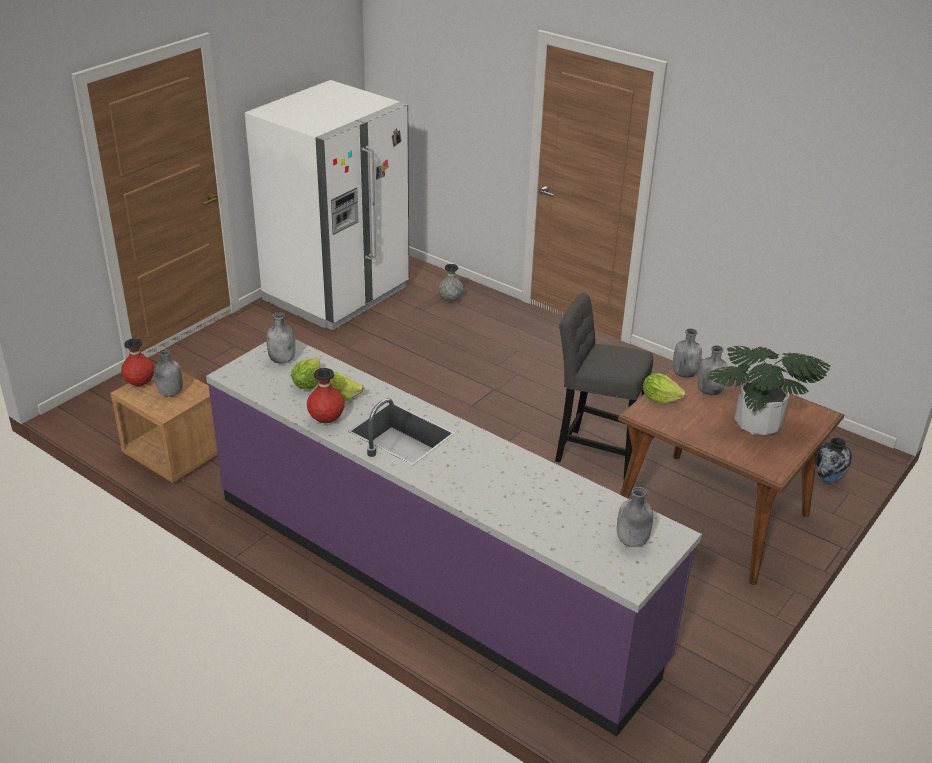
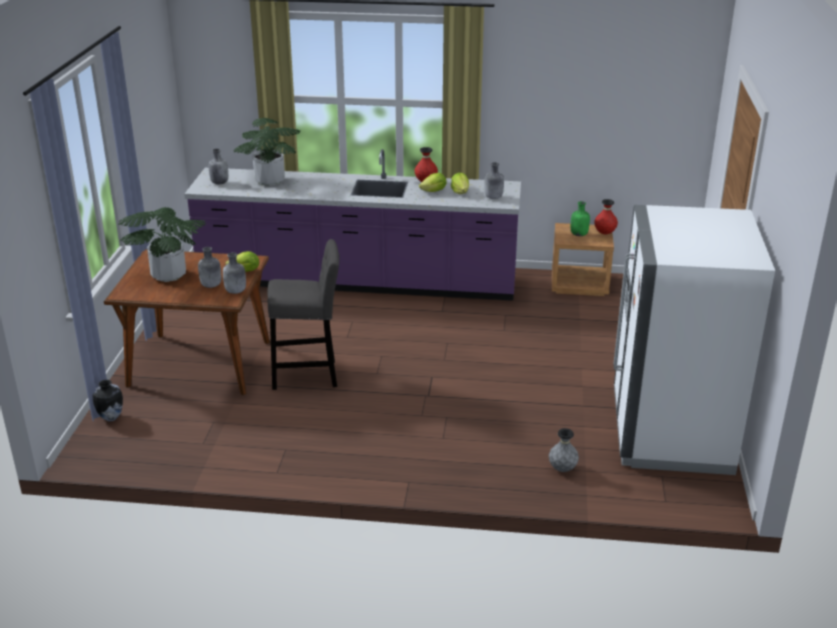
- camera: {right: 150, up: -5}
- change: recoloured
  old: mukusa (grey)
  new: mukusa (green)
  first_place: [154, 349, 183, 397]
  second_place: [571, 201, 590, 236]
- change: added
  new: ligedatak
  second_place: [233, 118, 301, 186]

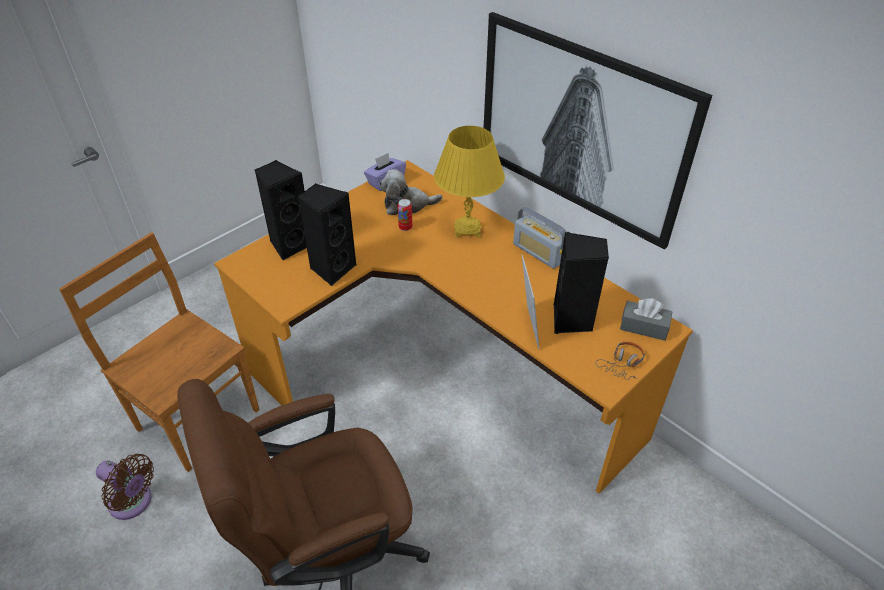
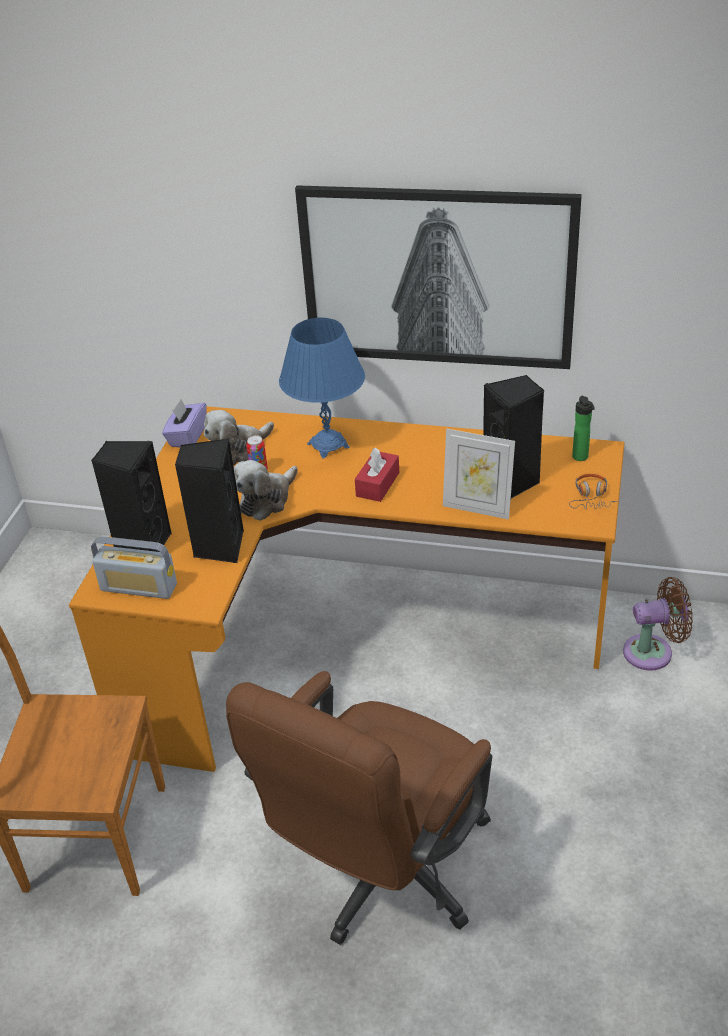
- camera: {right: -30, up: -5}
- change: moved
  old: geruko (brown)
  first_place: [96, 454, 154, 520]
  second_place: [623, 577, 693, 671]
- change: recoloured
  old: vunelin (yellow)
  new: vunelin (blue)
  first_place: [434, 126, 505, 237]
  second_place: [279, 318, 365, 458]
- change: moved
  old: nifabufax
  first_place: [513, 207, 566, 269]
  second_place: [91, 536, 177, 599]
- change: turned
  old: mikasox
  first_place: [522, 255, 539, 350]
  second_place: [443, 428, 515, 520]
  degrees: 150
- change: replaced
  old: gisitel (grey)
  new: mukusa
  first_place: [620, 298, 673, 341]
  second_place: [572, 396, 595, 461]
- change: added
  new: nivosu
  second_place: [234, 460, 298, 521]
- change: added
  new: gisitel (red)
  second_place: [355, 448, 399, 502]

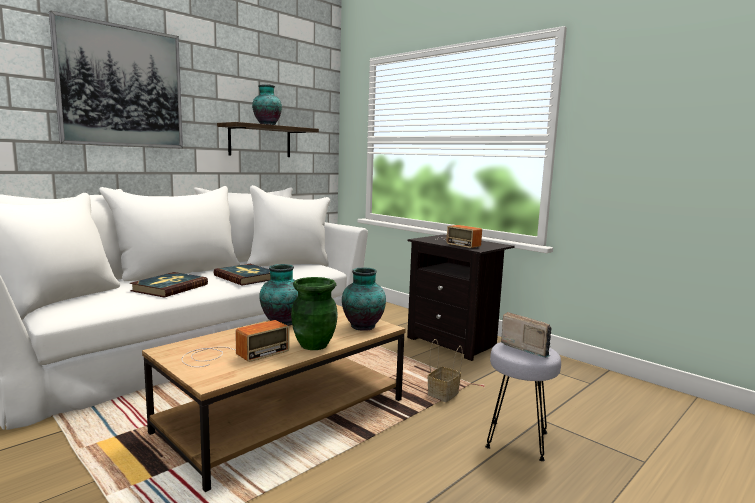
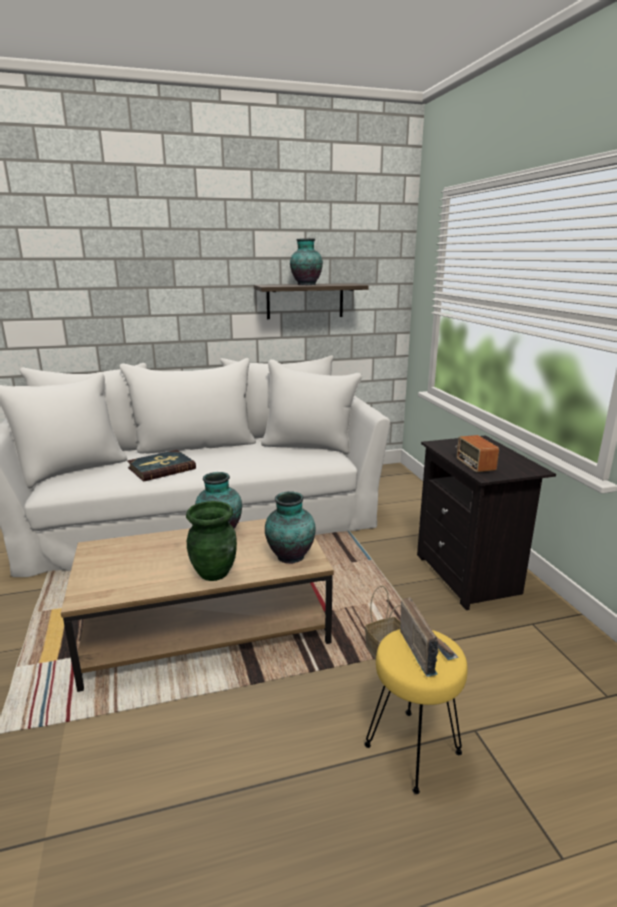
- camera: {right: 30, up: 10}
- change: removed
  old: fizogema
  first_place: [49, 10, 183, 148]
- change: removed
  old: nifabufax
  first_place: [182, 320, 289, 367]
- change: removed
  old: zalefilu
  first_place: [213, 264, 271, 286]
- change: recoloured
  old: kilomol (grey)
  new: kilomol (yellow)
  first_place: [485, 342, 561, 461]
  second_place: [364, 629, 468, 794]

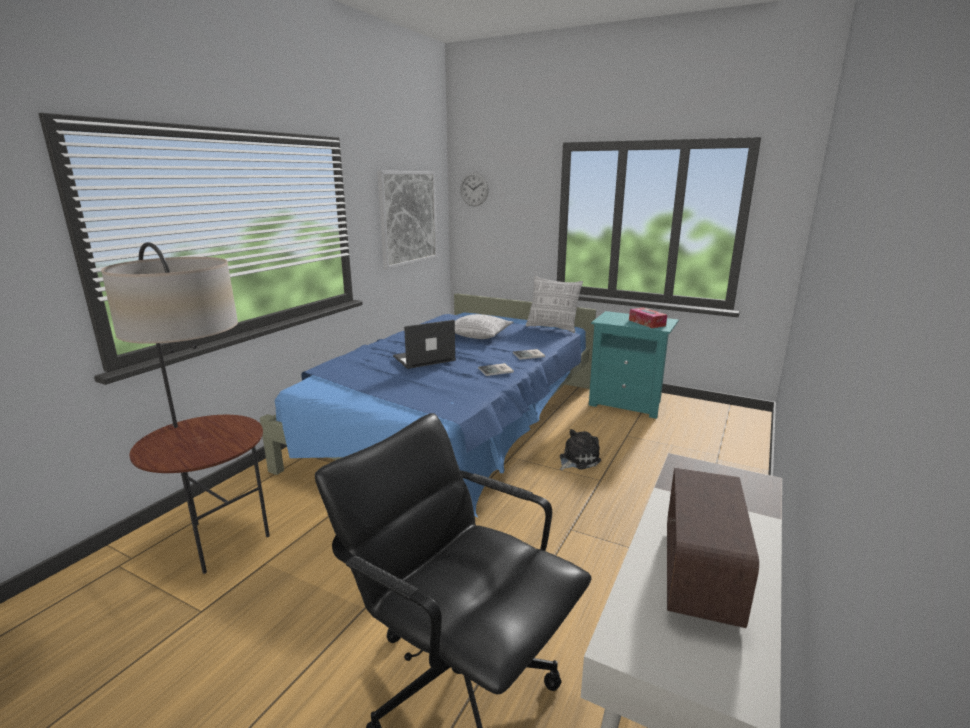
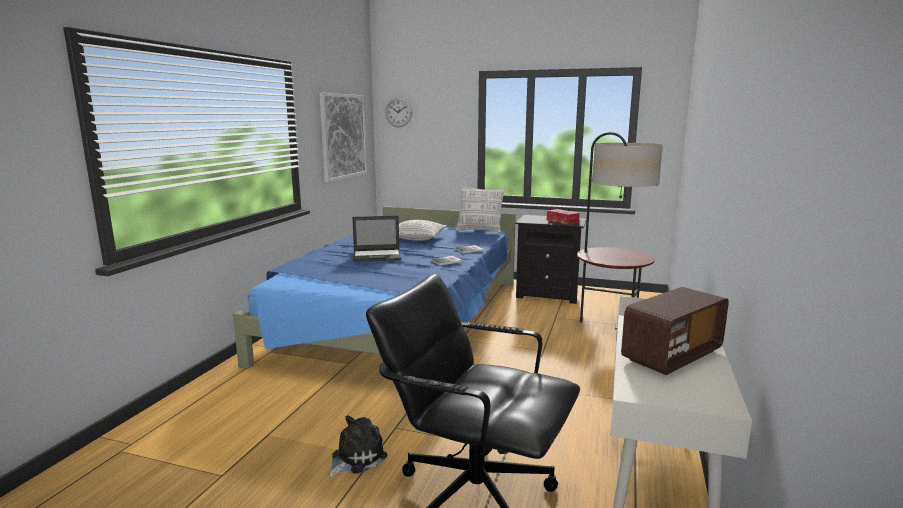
- camera: {right: -10, up: -5}
- change: moved
  old: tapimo
  first_place: [101, 242, 270, 574]
  second_place: [577, 132, 663, 323]
- change: turned
  old: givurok
  first_place: [393, 320, 456, 369]
  second_place: [352, 216, 401, 262]
  degrees: -150
- change: moved
  old: nivosu
  first_place: [560, 429, 601, 470]
  second_place: [327, 415, 387, 478]
- change: recoloured
  old: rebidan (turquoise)
  new: rebidan (black)
  first_place: [589, 311, 679, 419]
  second_place: [516, 215, 587, 304]
- change: turned
  old: nifabufax
  first_place: [667, 468, 759, 628]
  second_place: [621, 287, 729, 375]
  degrees: -135

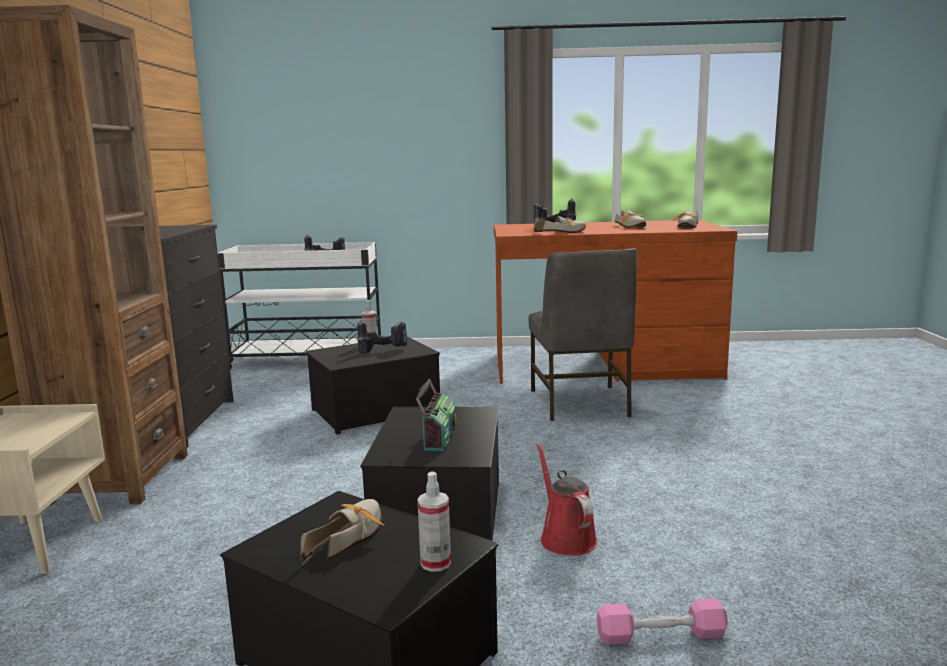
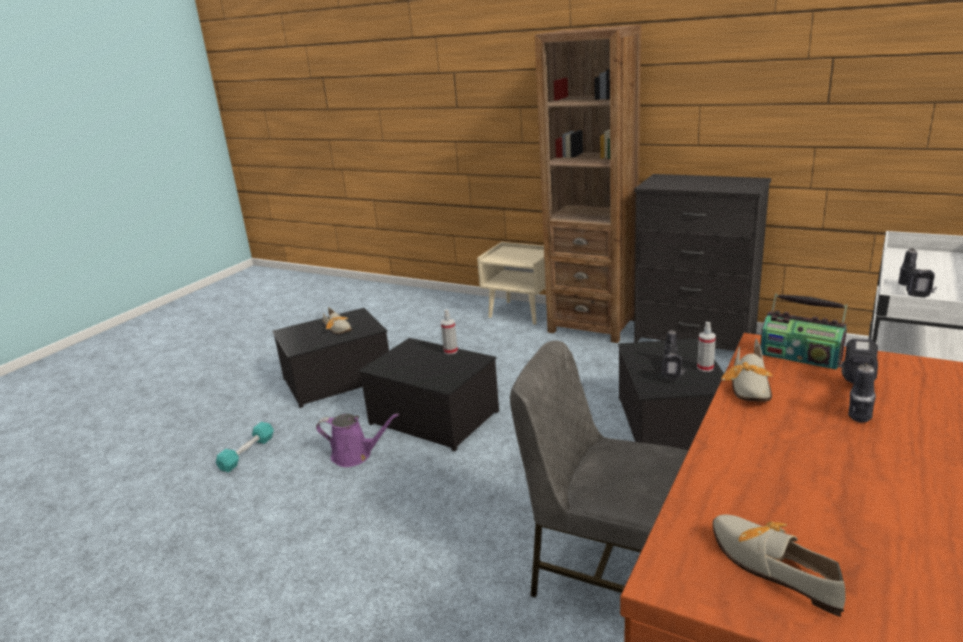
- camera: {right: 120, up: 10}
- change: moved
  old: nifabufax
  first_place: [416, 379, 456, 451]
  second_place: [760, 294, 848, 370]
- change: moved
  old: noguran
  first_place: [418, 472, 451, 572]
  second_place: [441, 310, 458, 355]
- change: recoloured
  old: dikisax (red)
  new: dikisax (purple)
  first_place: [536, 443, 597, 556]
  second_place: [316, 413, 399, 467]
- change: recoloured
  old: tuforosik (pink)
  new: tuforosik (turquoise)
  first_place: [597, 598, 728, 645]
  second_place: [216, 422, 274, 472]
- change: removed
  old: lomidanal
  first_place: [614, 210, 646, 228]

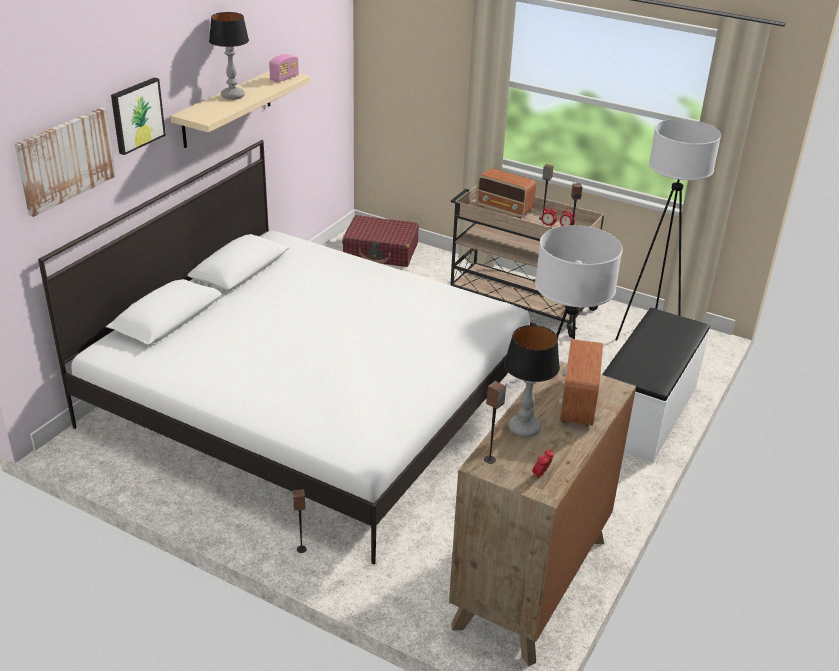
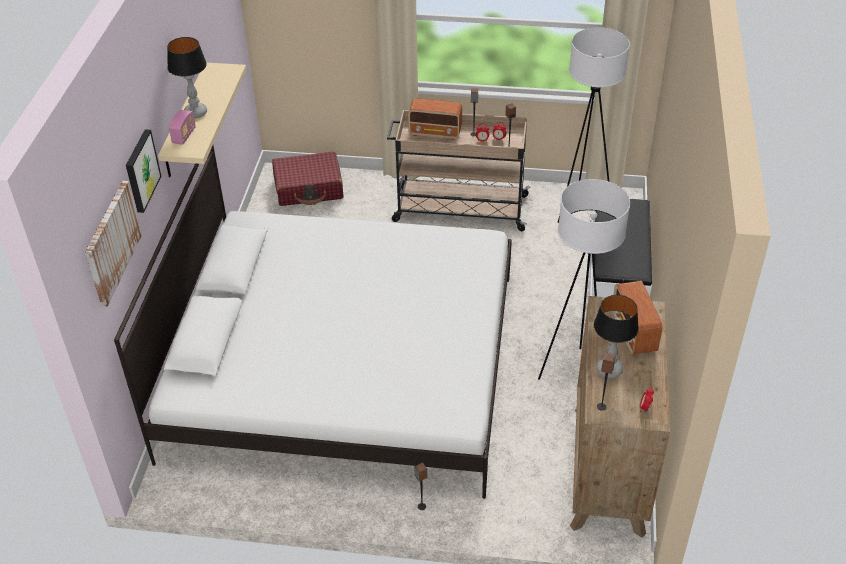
- camera: {right: -20, up: 10}
- change: moved
  old: nifabufax
  first_place: [269, 54, 299, 82]
  second_place: [169, 110, 196, 145]

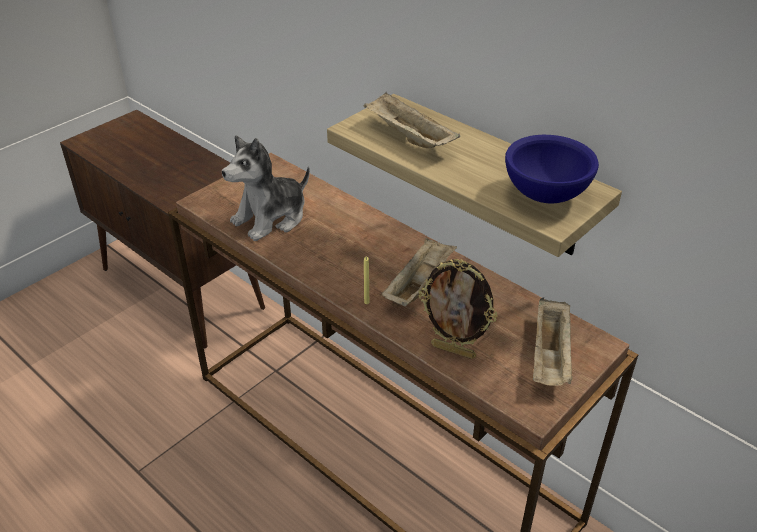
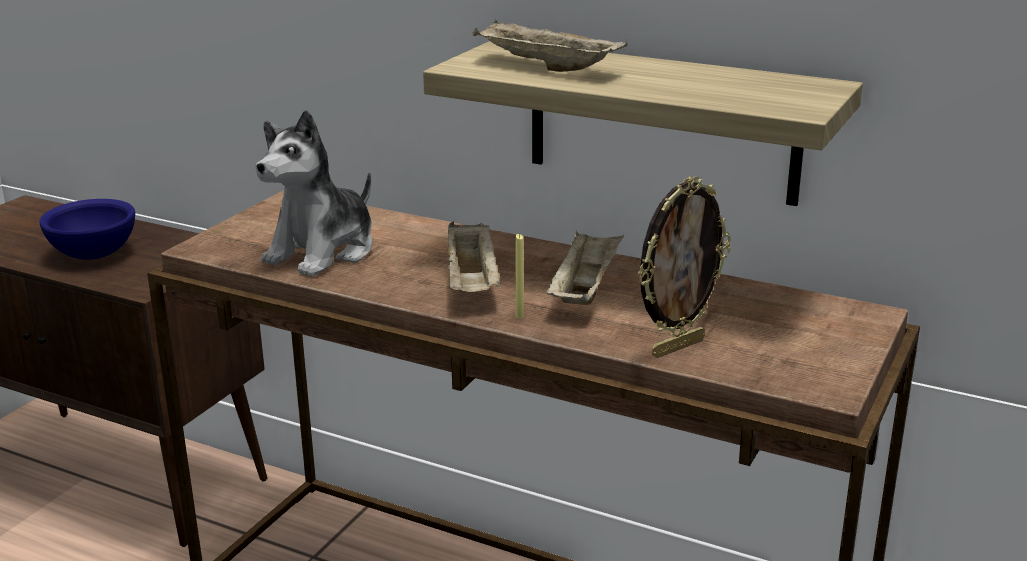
- camera: {right: -15, up: -15}
- change: turned
  old: mikasox
  first_place: [418, 259, 497, 359]
  second_place: [638, 176, 731, 358]
  degrees: -45
- change: moved
  old: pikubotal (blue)
  first_place: [505, 135, 599, 203]
  second_place: [39, 199, 135, 260]
- change: moved
  old: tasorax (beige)
  first_place: [533, 297, 573, 386]
  second_place: [448, 222, 501, 292]

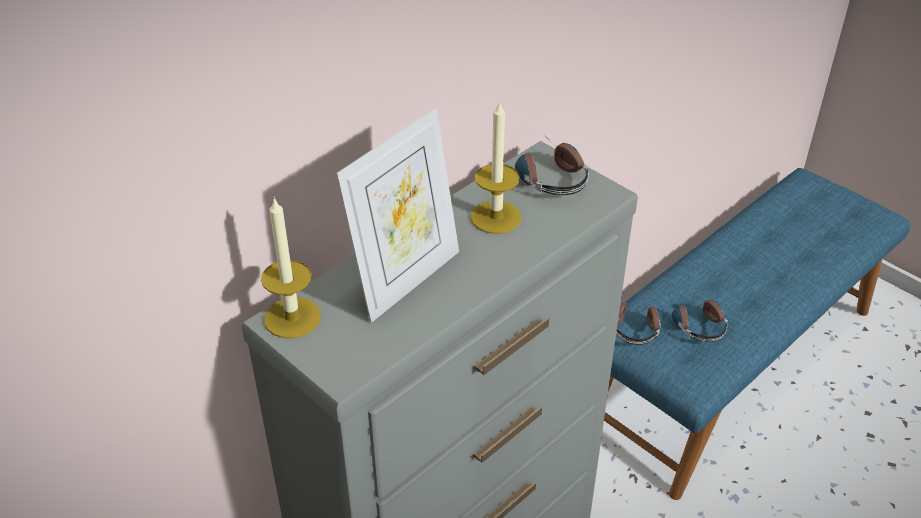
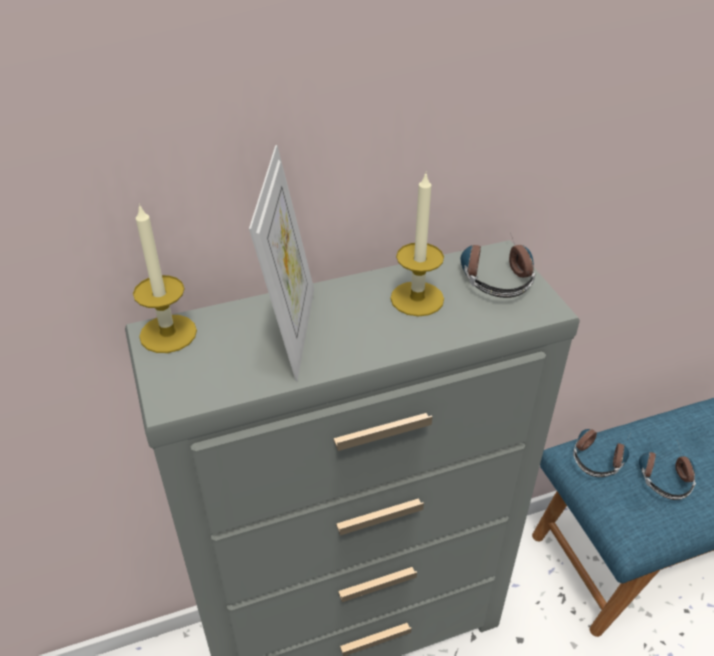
- camera: {right: 25, up: 0}
- change: turned
  old: mikasox
  first_place: [336, 107, 459, 323]
  second_place: [249, 145, 314, 381]
  degrees: -60

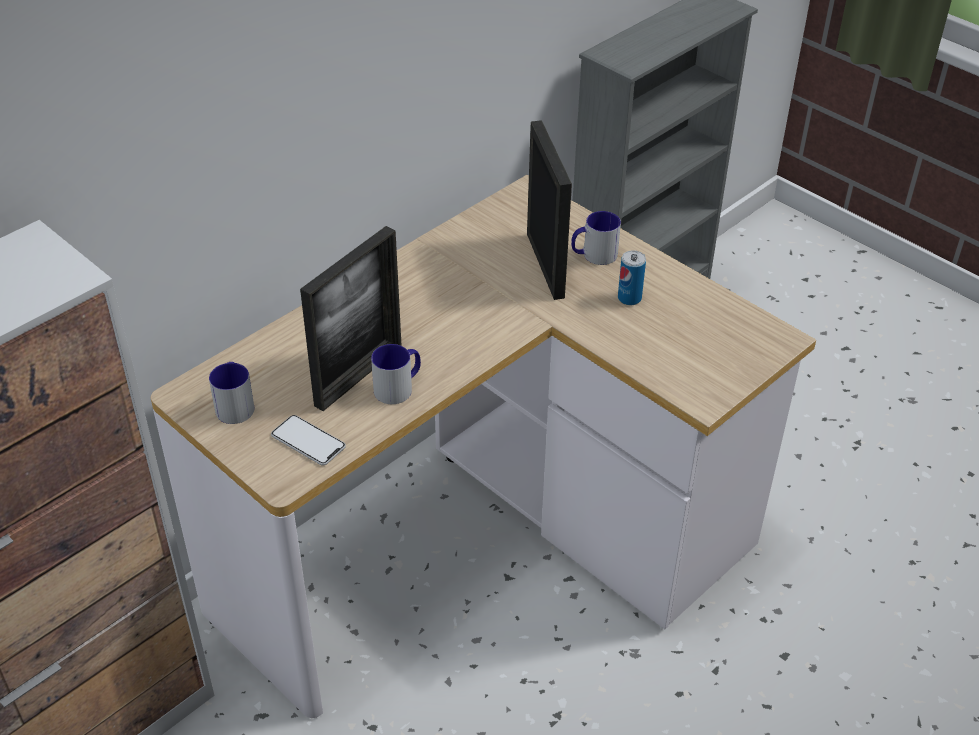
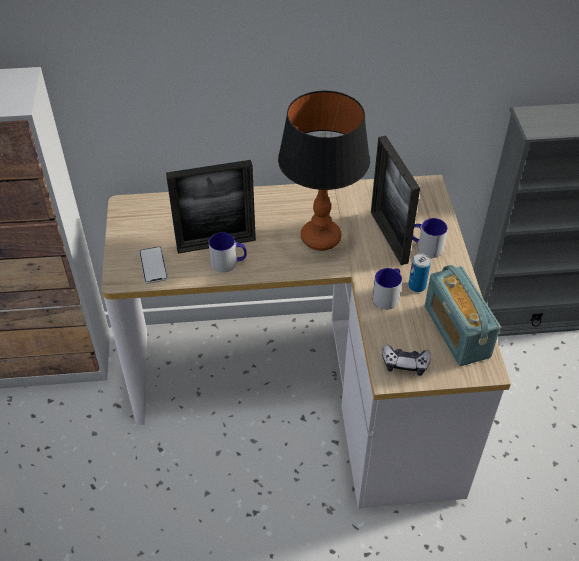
- camera: {right: 40, up: 5}
- change: moved
  old: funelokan
  first_place: [209, 362, 255, 424]
  second_place: [372, 268, 402, 310]
- change: turned
  old: mikasox
  first_place: [527, 120, 572, 300]
  second_place: [371, 136, 420, 265]
  degrees: 135
- change: added
  new: vunelin
  second_place: [278, 91, 370, 251]
- change: added
  new: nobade
  second_place: [382, 345, 431, 376]
- change: added
  new: nifabufax
  second_place: [425, 265, 501, 366]

